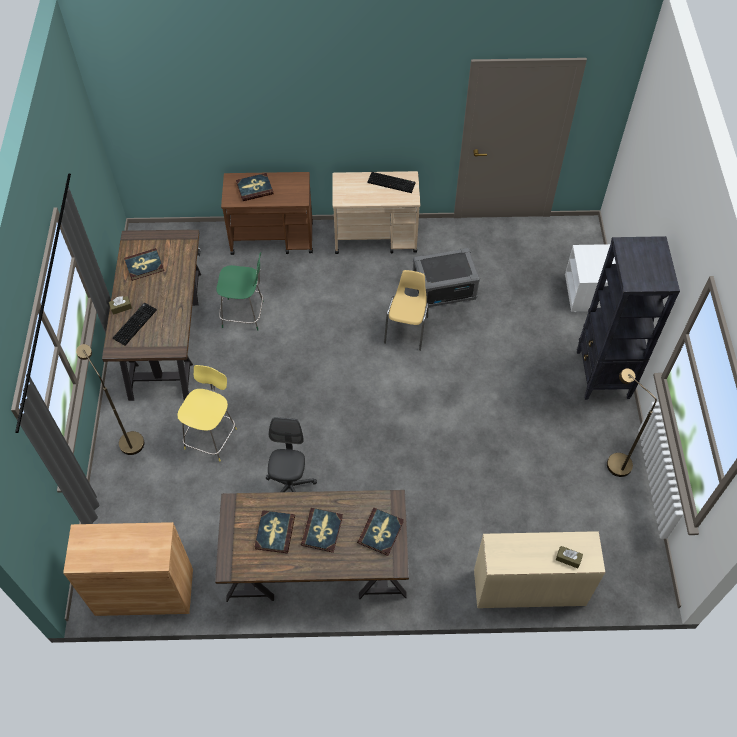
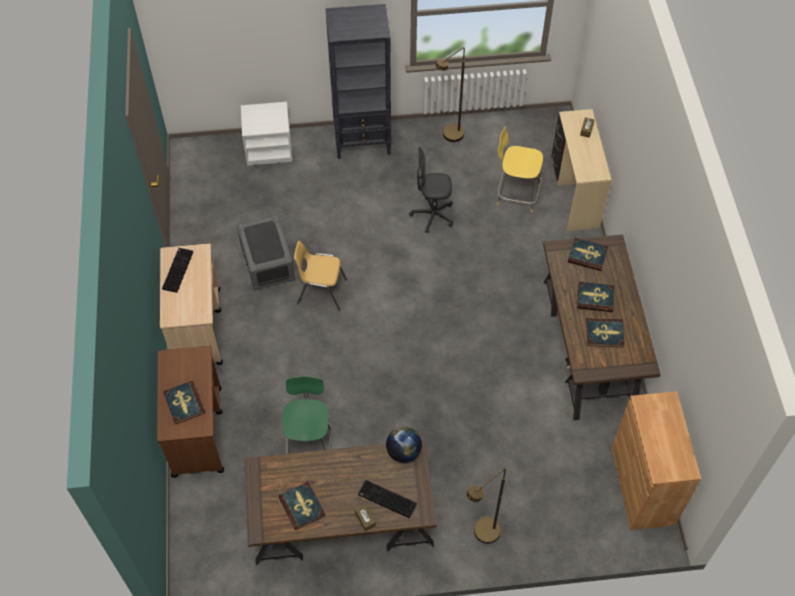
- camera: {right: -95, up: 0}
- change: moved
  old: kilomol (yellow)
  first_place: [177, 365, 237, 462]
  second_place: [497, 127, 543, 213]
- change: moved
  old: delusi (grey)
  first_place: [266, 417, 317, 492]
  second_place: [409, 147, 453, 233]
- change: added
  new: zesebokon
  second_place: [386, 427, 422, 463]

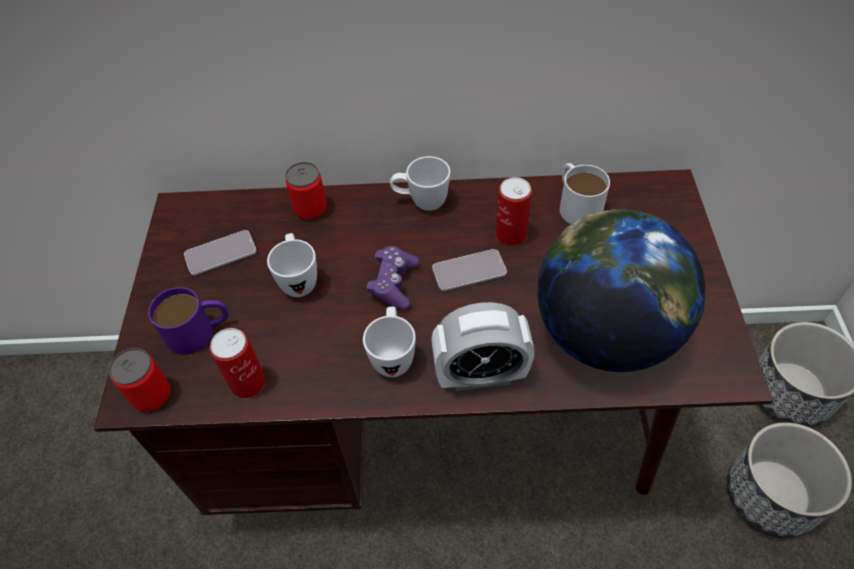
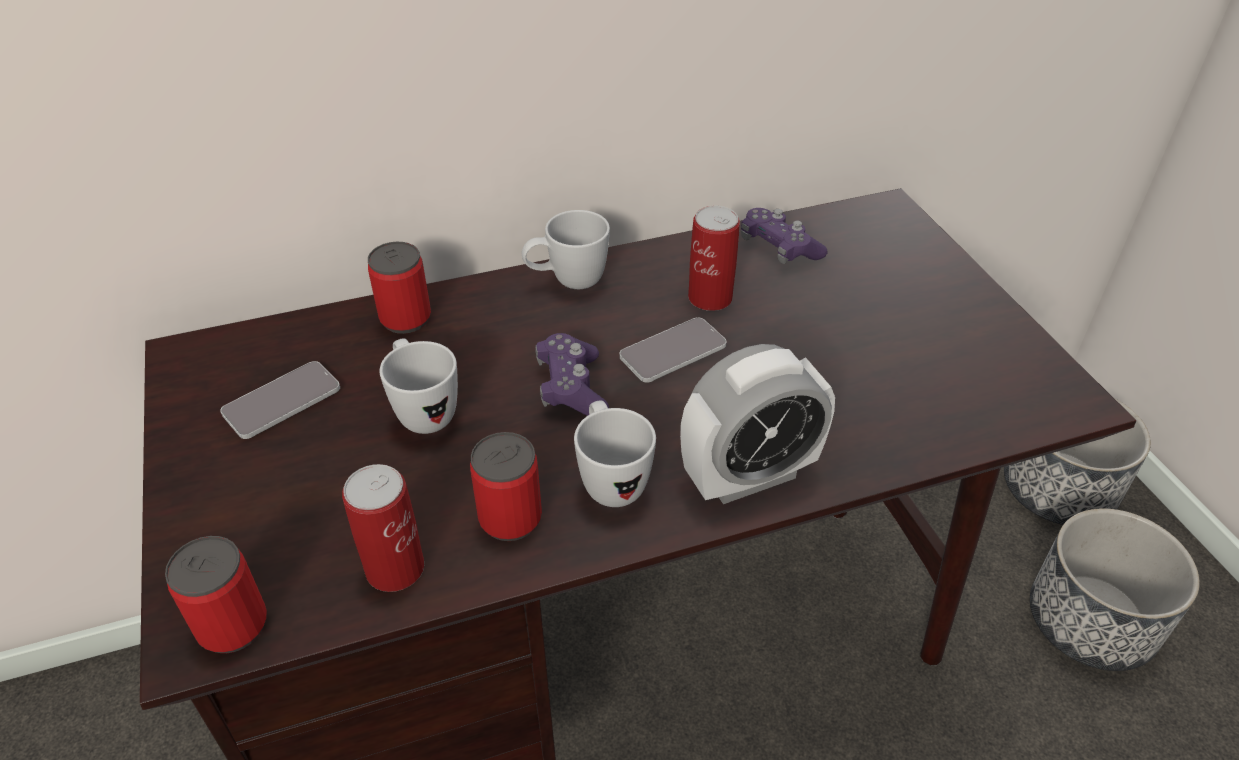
- camera: {right: -20, up: -10}
- change: removed
  old: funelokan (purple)
  first_place: [148, 287, 228, 355]
- change: removed
  old: zesebokon
  first_place: [537, 209, 706, 372]
- change: replaced
  old: funelokan (white)
  new: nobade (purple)
  first_place: [559, 163, 610, 224]
  second_place: [741, 208, 828, 264]
- change: added
  new: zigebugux
  second_place: [470, 432, 542, 541]

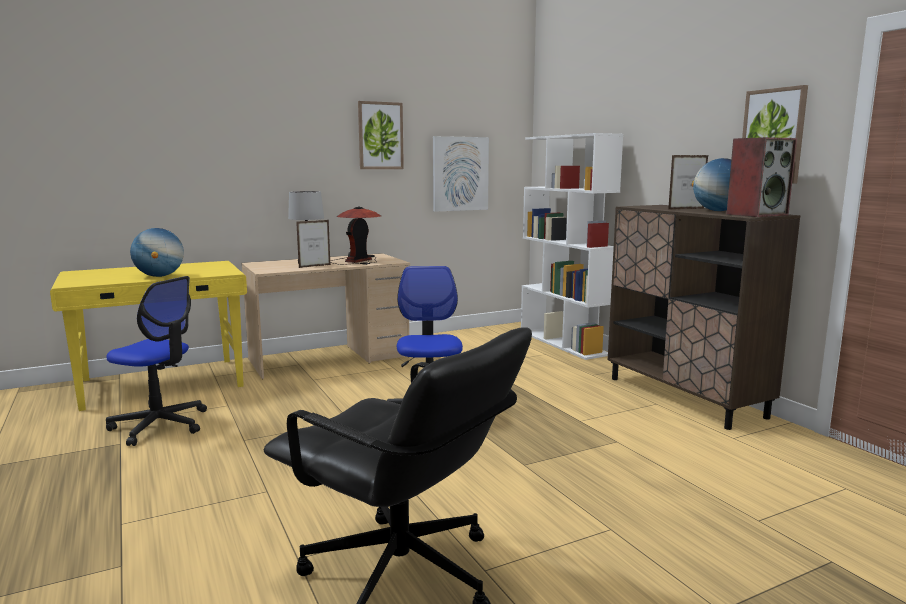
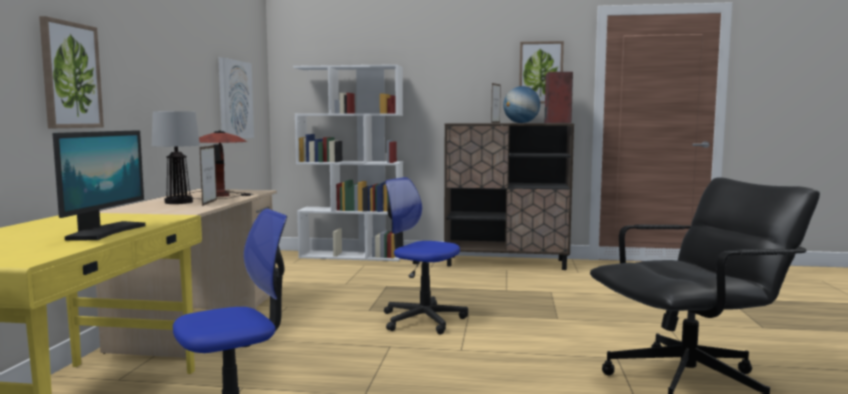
- camera: {right: -55, up: -5}
- change: replaced
  old: zesebokon
  new: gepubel
  first_place: [130, 228, 184, 277]
  second_place: [53, 130, 145, 241]
- change: moved
  old: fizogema
  first_place: [358, 101, 404, 169]
  second_place: [39, 16, 104, 128]

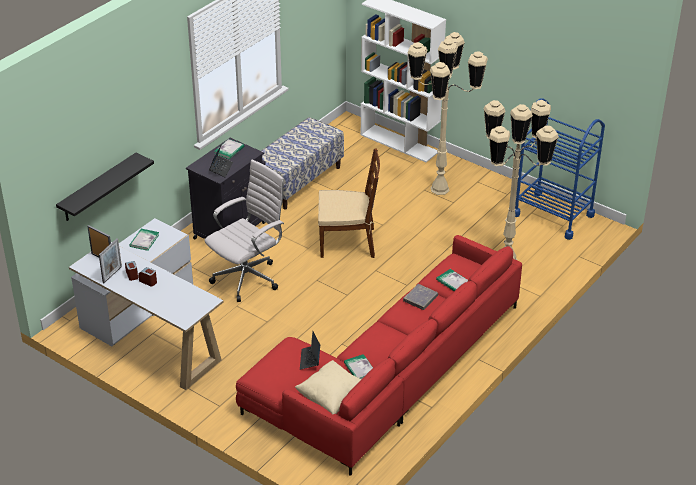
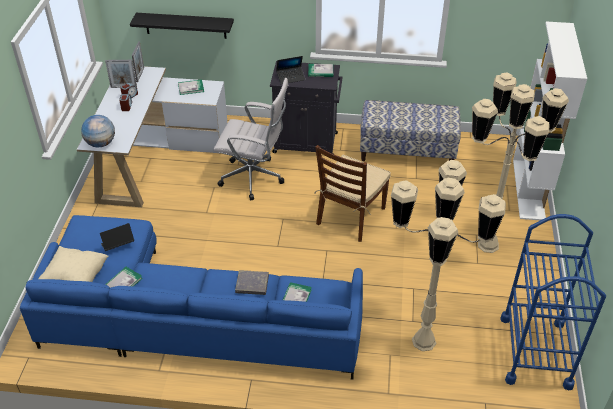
- camera: {right: 60, up: 5}
- change: recoloured
  old: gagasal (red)
  new: gagasal (blue)
  first_place: [236, 235, 522, 476]
  second_place: [20, 215, 363, 380]
- change: turned
  old: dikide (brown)
  first_place: [318, 149, 380, 258]
  second_place: [314, 145, 391, 242]
  degrees: 60
- change: added
  new: zesebokon
  second_place: [81, 115, 115, 147]

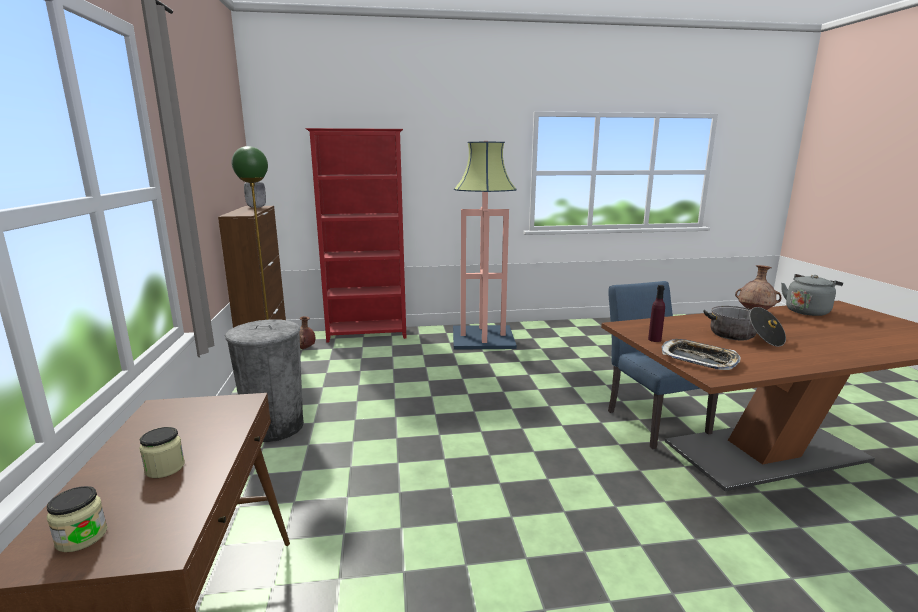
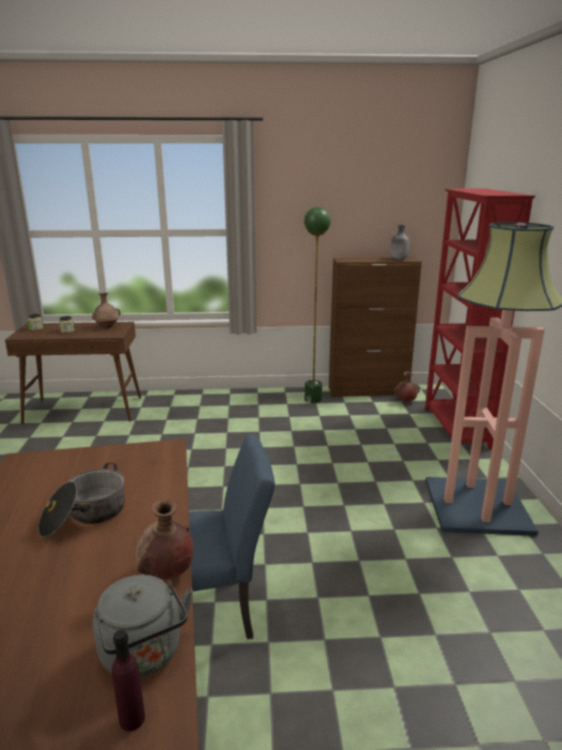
- camera: {right: 95, up: 5}
- change: removed
  old: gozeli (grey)
  first_place: [225, 319, 304, 442]
- change: moved
  old: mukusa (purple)
  first_place: [648, 285, 665, 342]
  second_place: [112, 629, 145, 731]
- change: removed
  old: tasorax
  first_place: [661, 339, 740, 370]
- change: added
  new: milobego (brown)
  second_place: [92, 293, 121, 328]

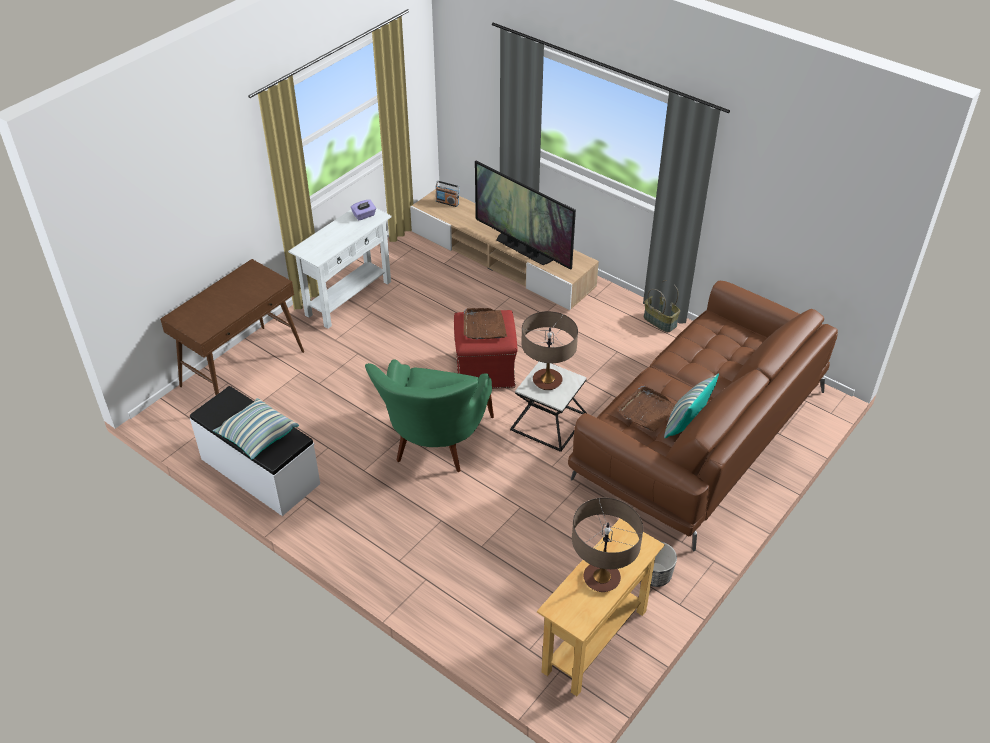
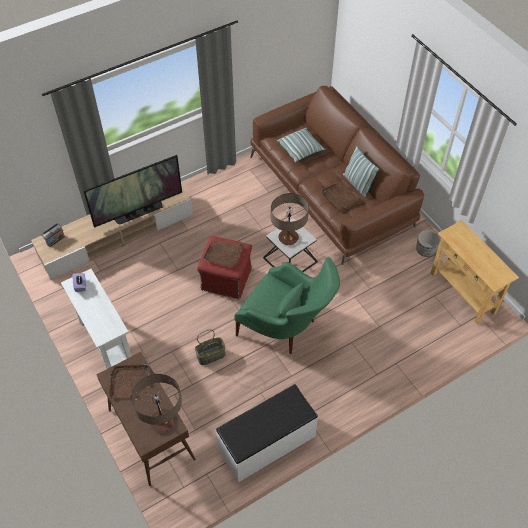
- camera: {right: -70, up: 10}
- change: moved
  old: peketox
  first_place: [213, 398, 299, 460]
  second_place: [277, 127, 325, 162]
- change: moved
  old: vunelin
  first_place: [572, 497, 643, 592]
  second_place: [131, 374, 182, 432]
- change: moved
  old: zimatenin
  first_place: [644, 280, 680, 332]
  second_place: [195, 330, 225, 365]
- change: added
  new: tasorax (brown)
  second_place: [109, 364, 150, 399]

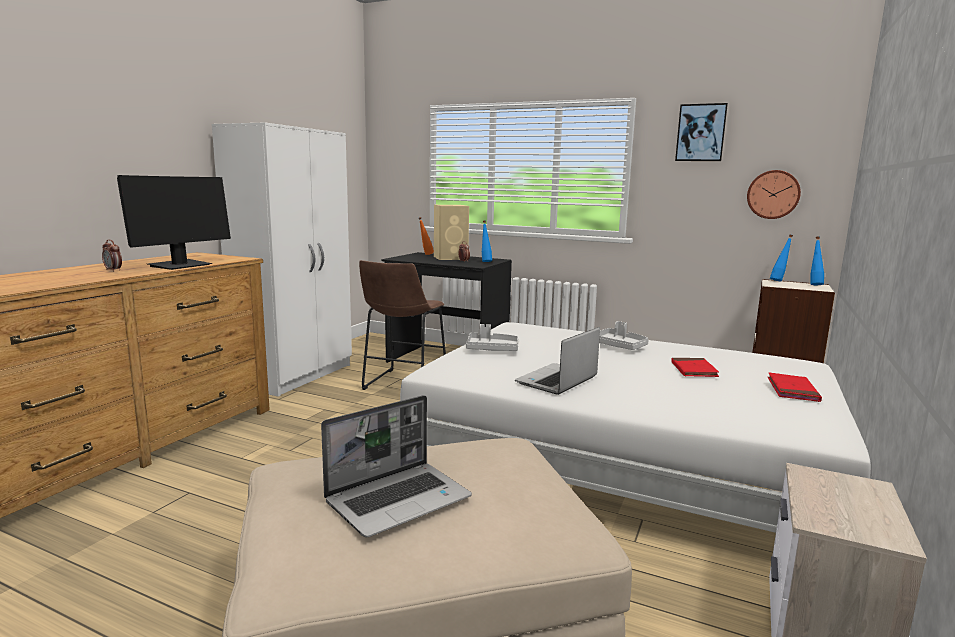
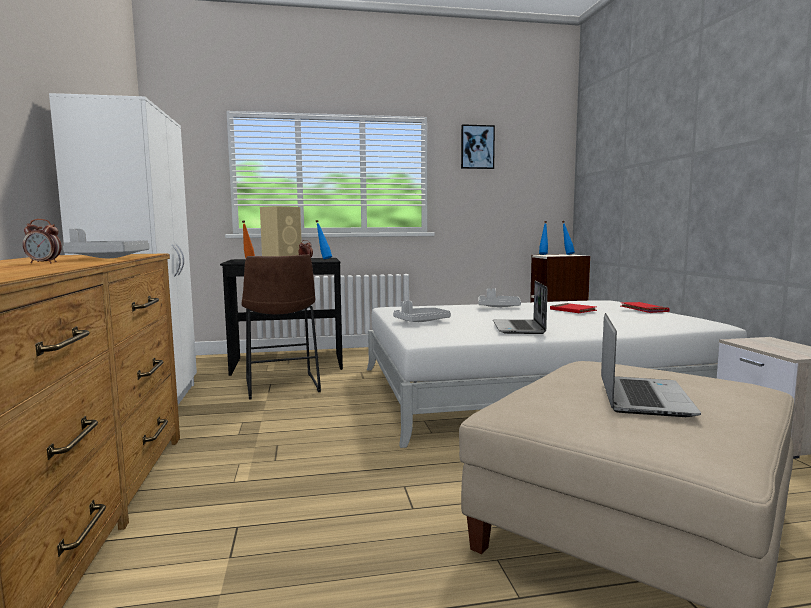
- camera: {right: -35, up: -5}
- change: replaced
  old: gepubel
  new: tasorax (grey)
  first_place: [117, 175, 231, 270]
  second_place: [63, 229, 149, 258]
- change: removed
  old: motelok
  first_place: [747, 170, 801, 219]

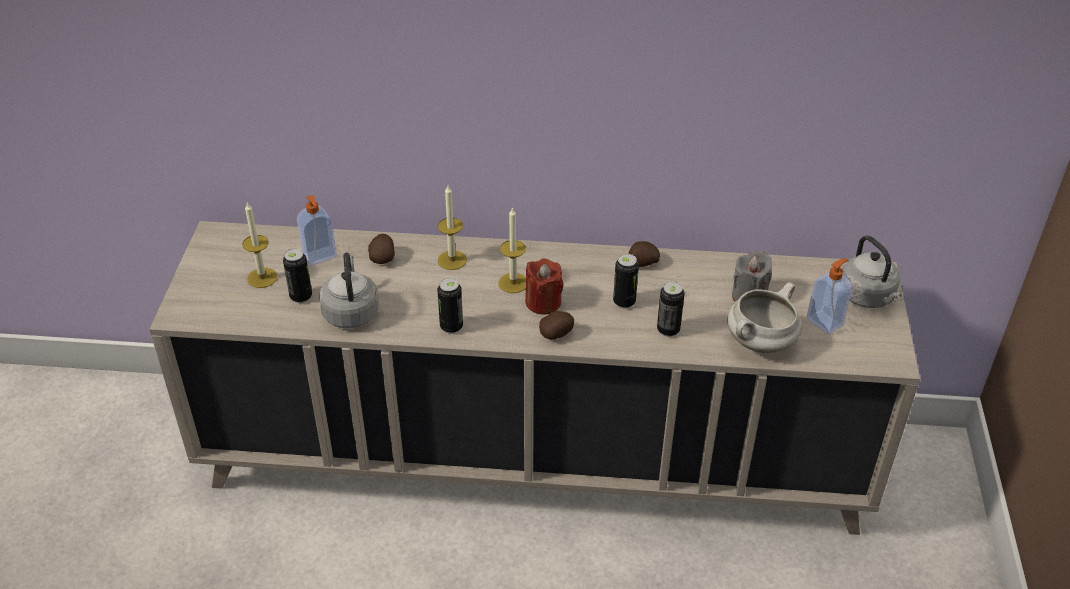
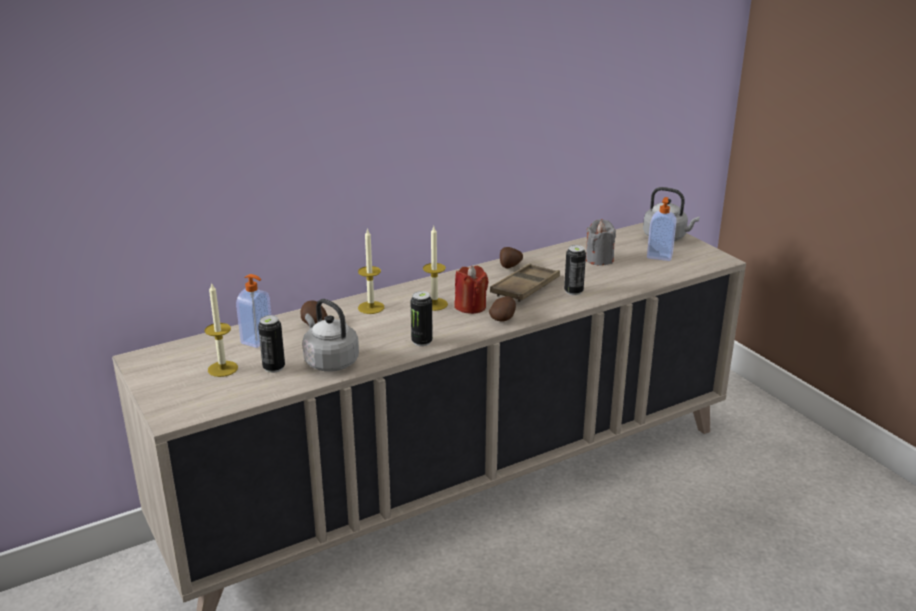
- camera: {right: -35, up: -15}
- change: replaced
  old: zigebugux
  new: tasorax (brown)
  first_place: [613, 254, 639, 309]
  second_place: [490, 264, 560, 302]
- change: removed
  old: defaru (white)
  first_place: [727, 282, 802, 353]

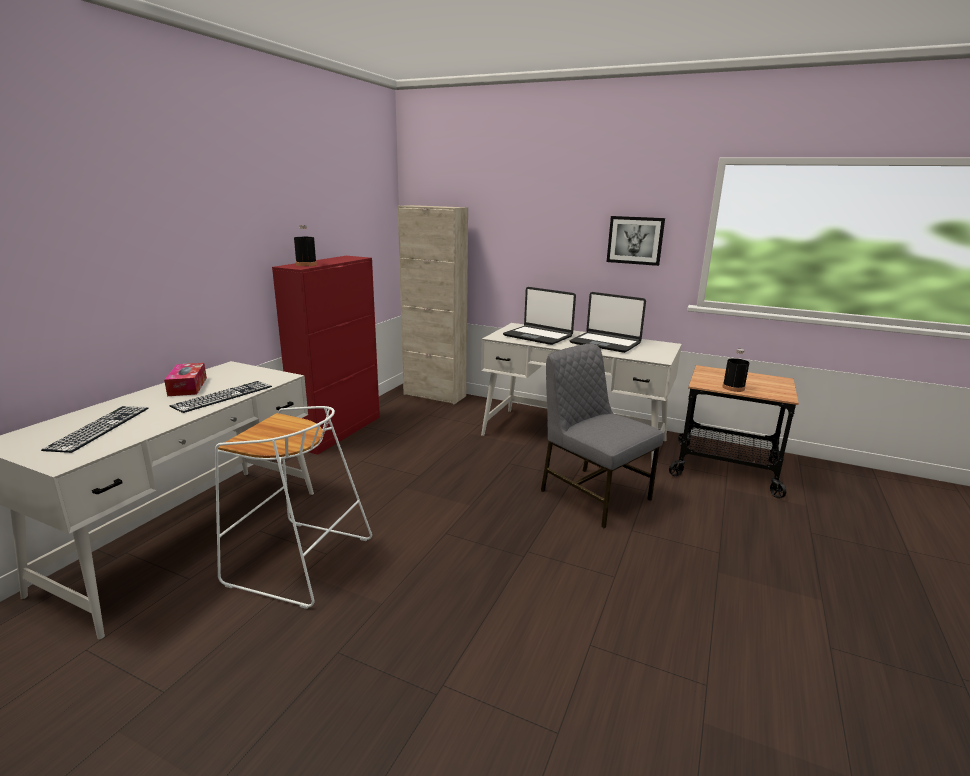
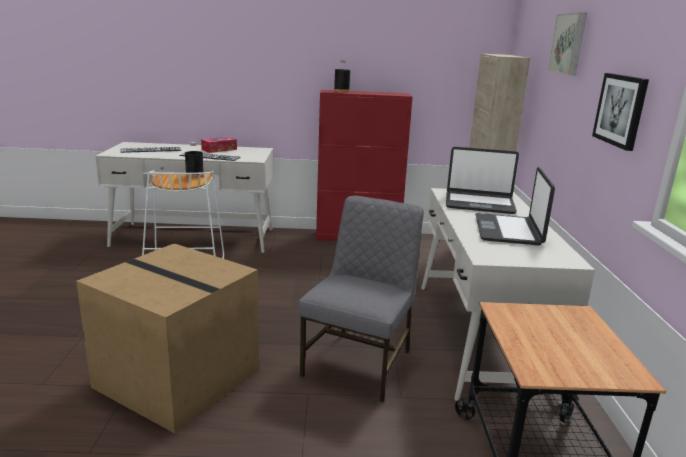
- camera: {right: 65, up: 0}
- change: turned
  old: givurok
  first_place: [503, 287, 576, 345]
  second_place: [446, 147, 519, 214]
  degrees: -90
- change: moved
  old: mukusa (black)
  first_place: [722, 349, 749, 392]
  second_place: [185, 142, 204, 178]
- change: added
  new: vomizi
  second_place: [76, 243, 259, 433]
- change: added
  new: fizogema
  second_place: [548, 13, 587, 75]

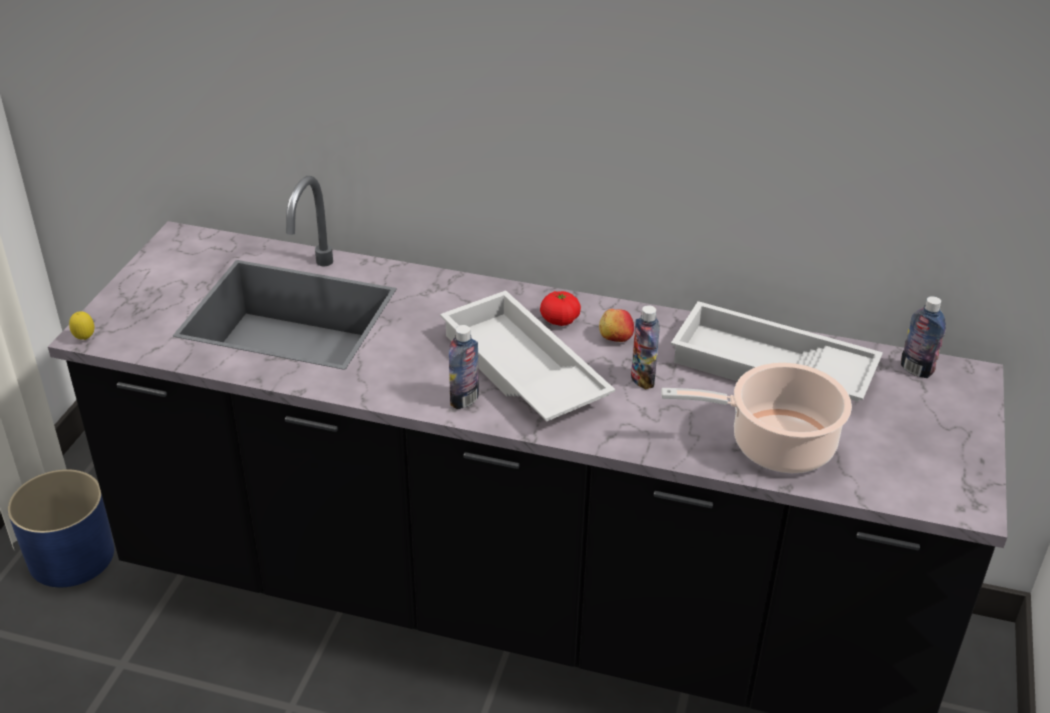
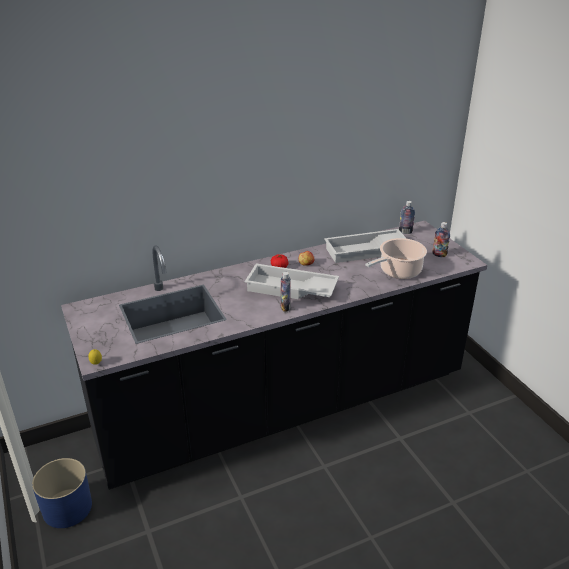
- camera: {right: -40, up: -5}
- change: moved
  old: mukusa
  first_place: [631, 305, 660, 389]
  second_place: [432, 222, 450, 257]

